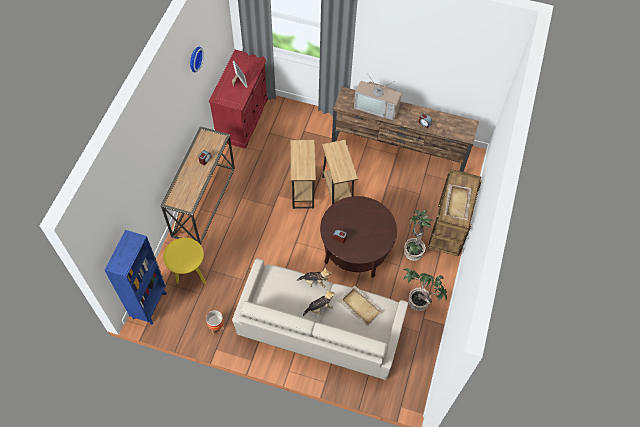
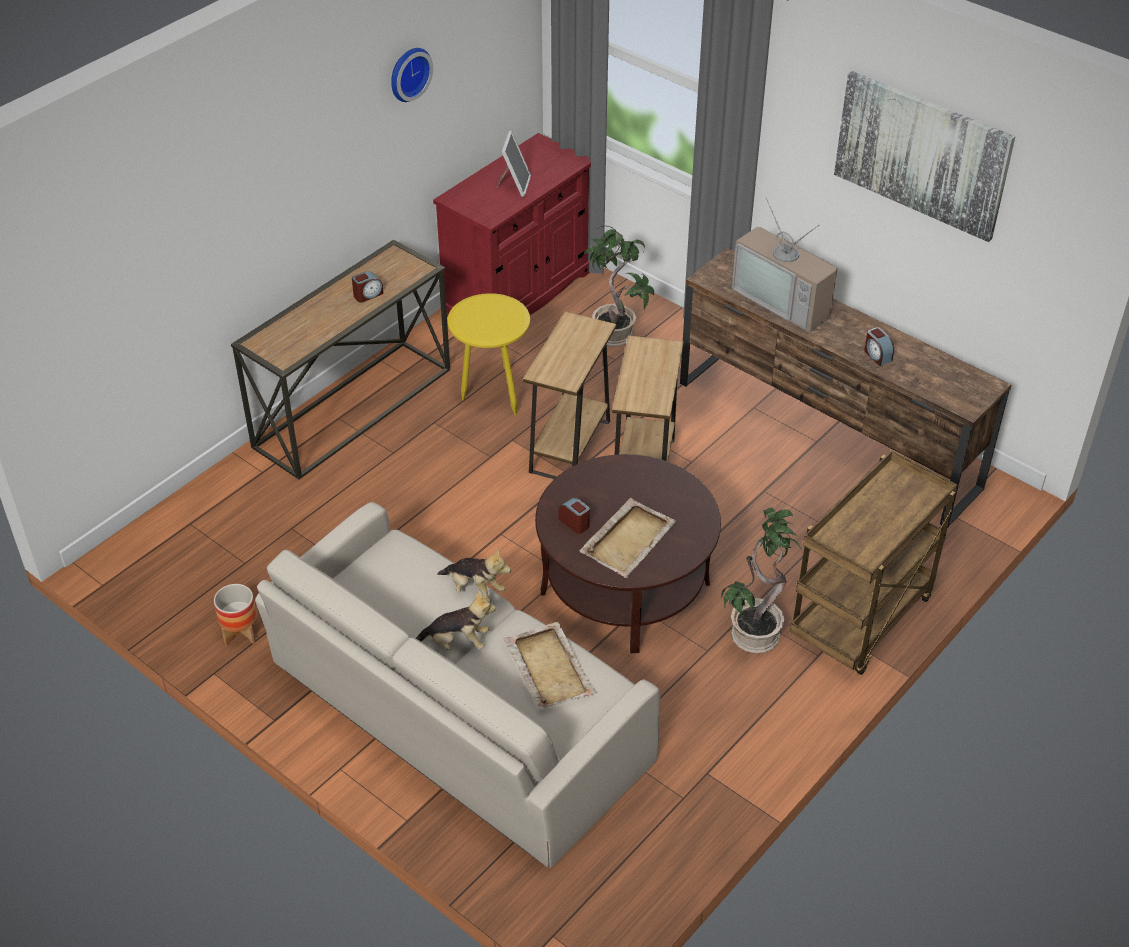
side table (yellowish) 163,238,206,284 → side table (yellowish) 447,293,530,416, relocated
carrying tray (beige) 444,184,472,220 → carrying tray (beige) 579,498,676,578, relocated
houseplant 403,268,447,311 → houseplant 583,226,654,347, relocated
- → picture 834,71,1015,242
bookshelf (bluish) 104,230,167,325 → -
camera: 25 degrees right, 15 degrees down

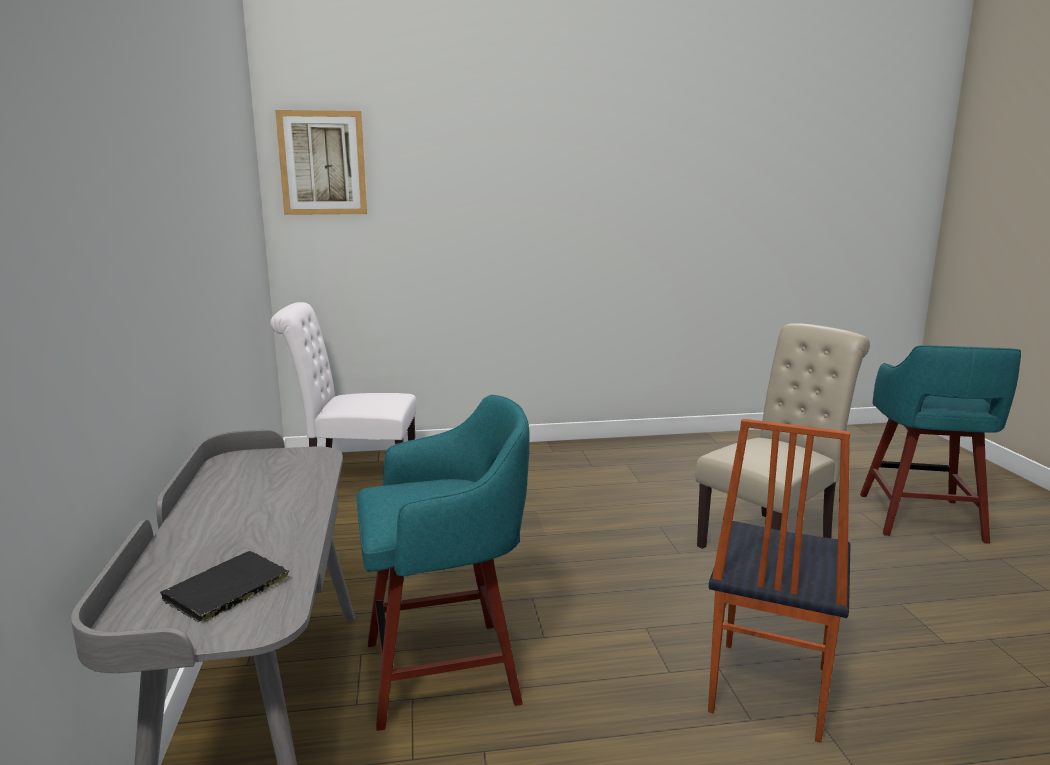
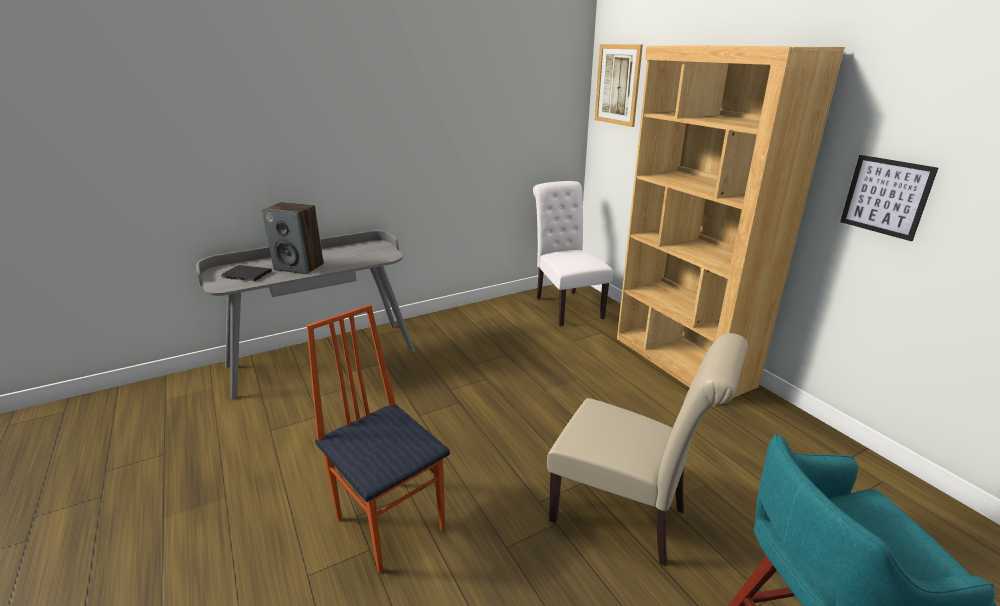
- → audio speaker 262,202,324,274
plain chair 708,419,851,743 → plain chair 307,304,450,574, 45 degrees clockwise
- → bookshelf (brownish) 617,46,845,406
- → picture 840,155,938,241
stool (blue-green) 356,395,530,731 → -
camera: 70 degrees right, 10 degrees up

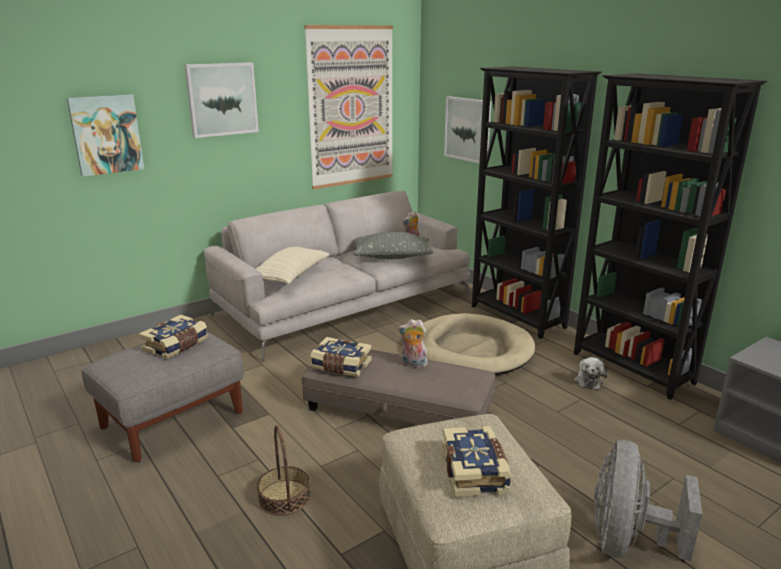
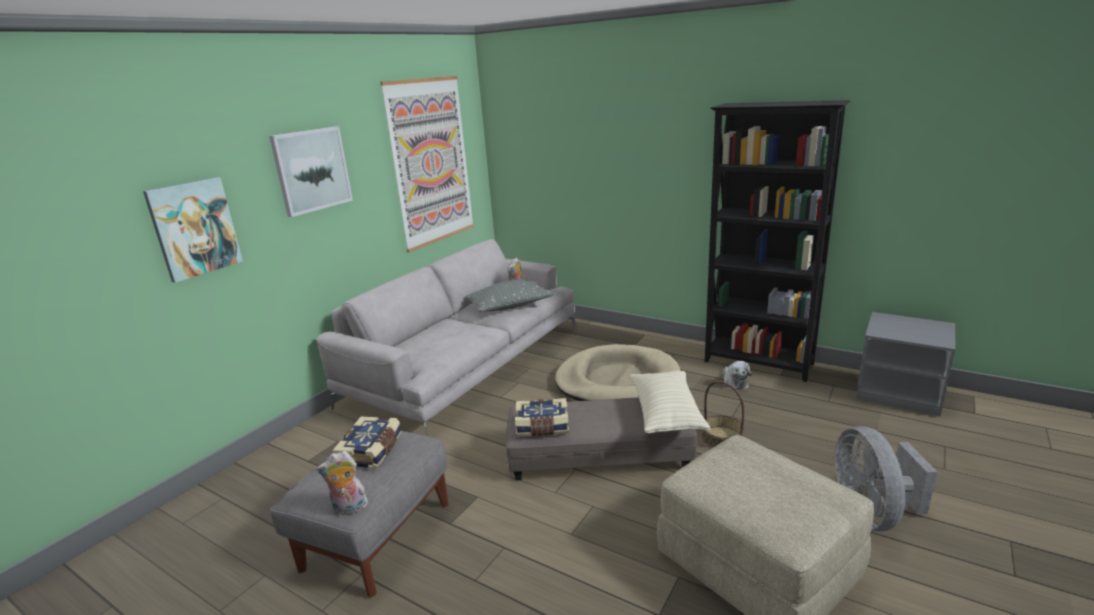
plush toy 398,319,427,368 → plush toy 316,451,368,515, relocated
throw pillow (beige) 256,247,329,284 → throw pillow (beige) 630,370,711,433, relocated
basket 257,425,310,515 → basket 701,381,745,448, relocated
book 442,426,511,497 → -
picture 444,96,491,163 → -
bookshelf (black-coloured) 472,67,601,339 → -
camera: 20 degrees left, 0 degrees up

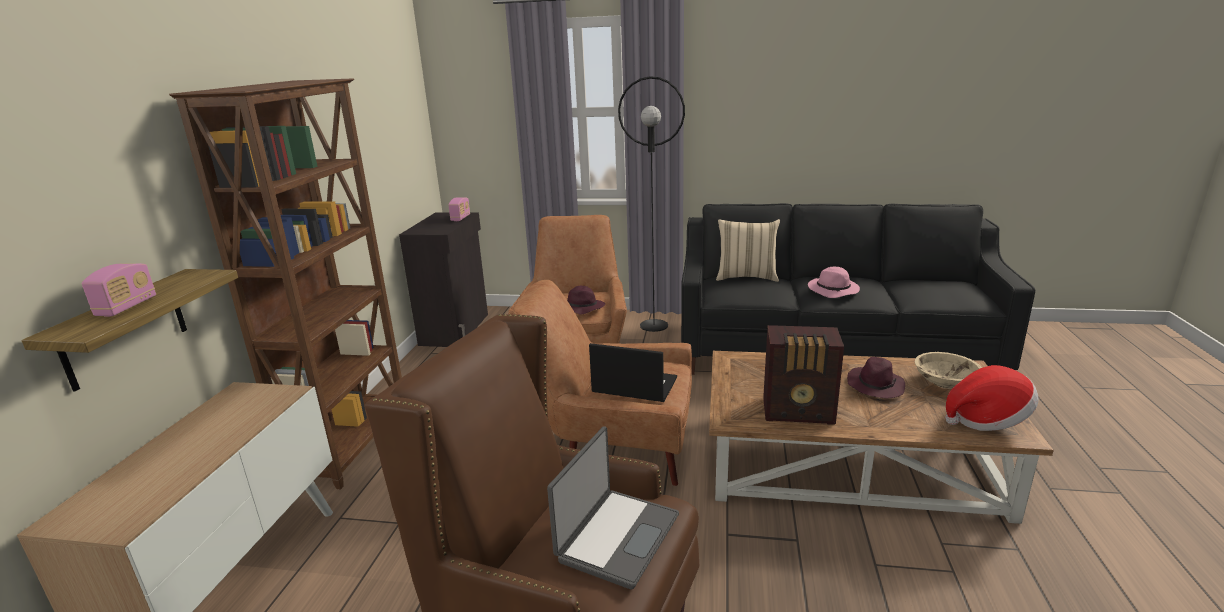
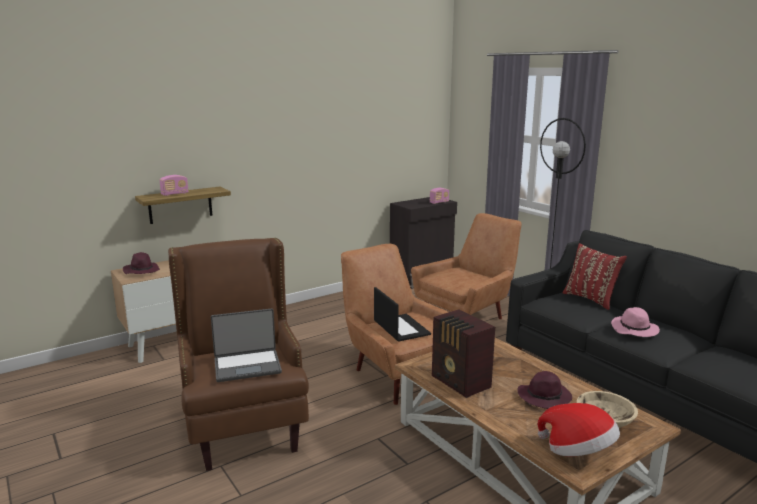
clothing hat (purple-coloured) 567,286,605,315 → clothing hat (purple-coloured) 123,252,160,274, relocated
throw pillow (beige) 716,219,780,282 → throw pillow (reddish) 562,243,627,310
bookshelf (brownish) 169,78,402,489 → -
camera: 45 degrees right, 5 degrees down

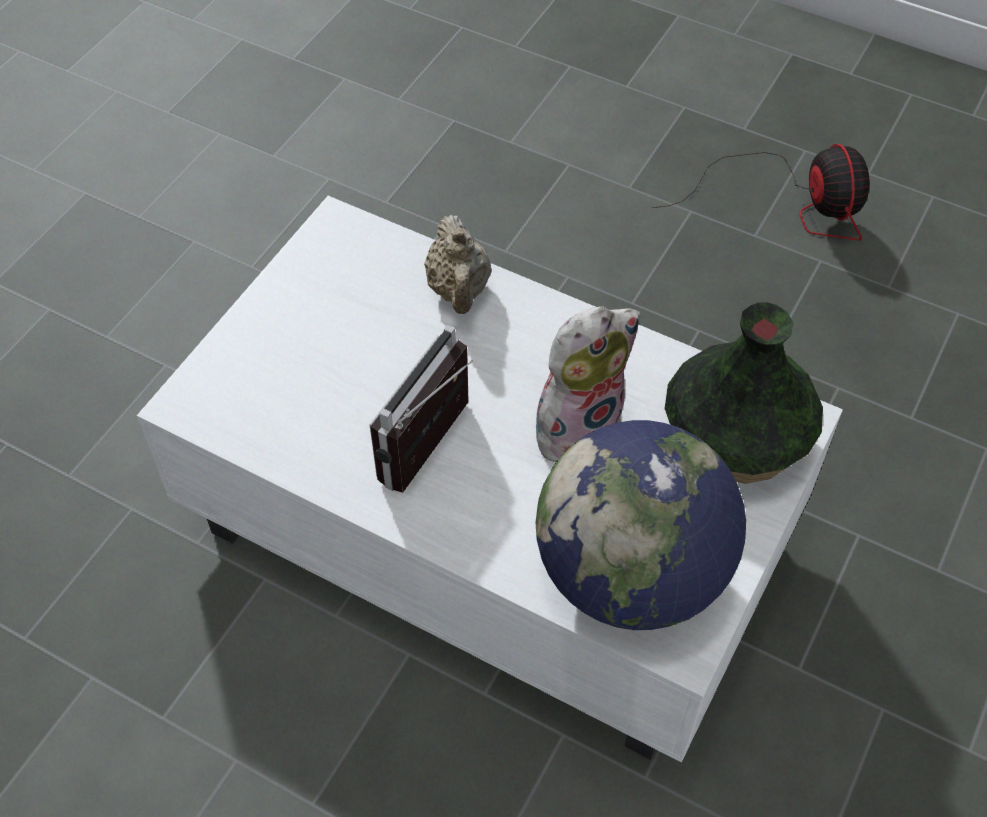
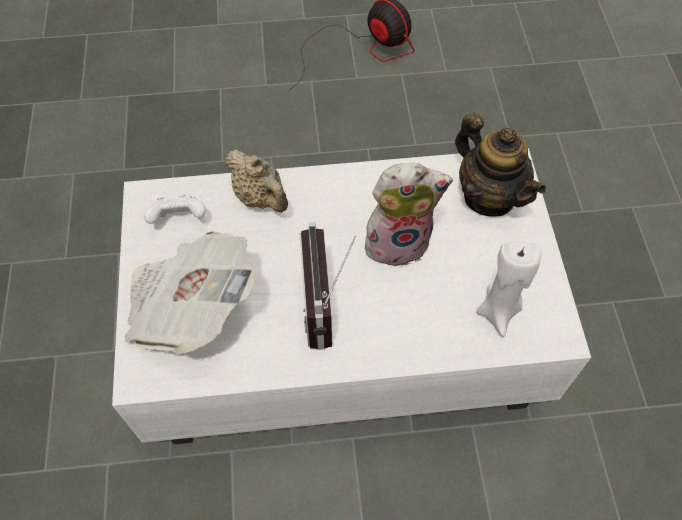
- → daily paper 125,231,254,354
- → joypad (white) 144,194,205,224
plush toy 536,306,641,463 → plush toy 365,163,453,267, 60 degrees clockwise
vase 665,303,823,484 → tea pot 455,113,546,217
globe 535,420,746,630 → candle (white) 476,241,541,337
camera: 35 degrees left, 5 degrees up

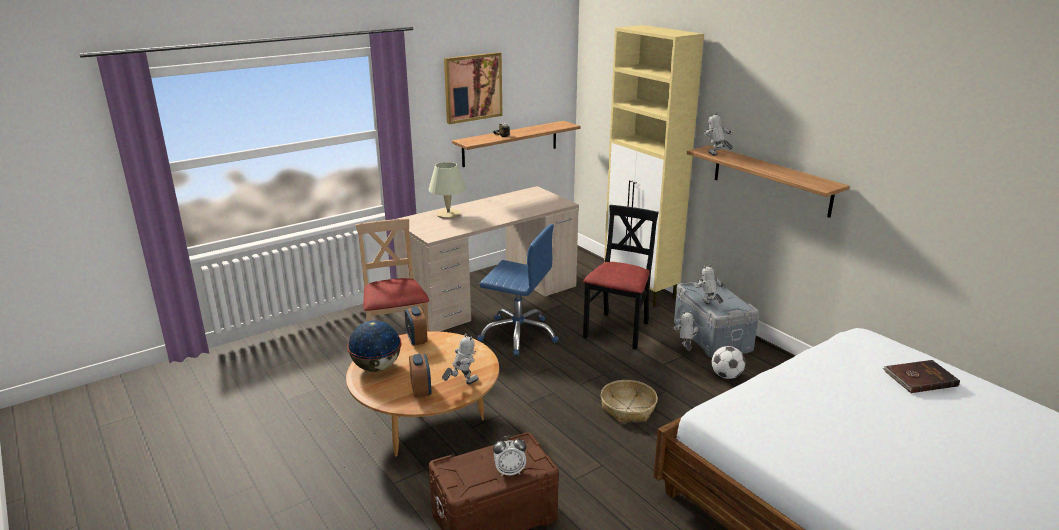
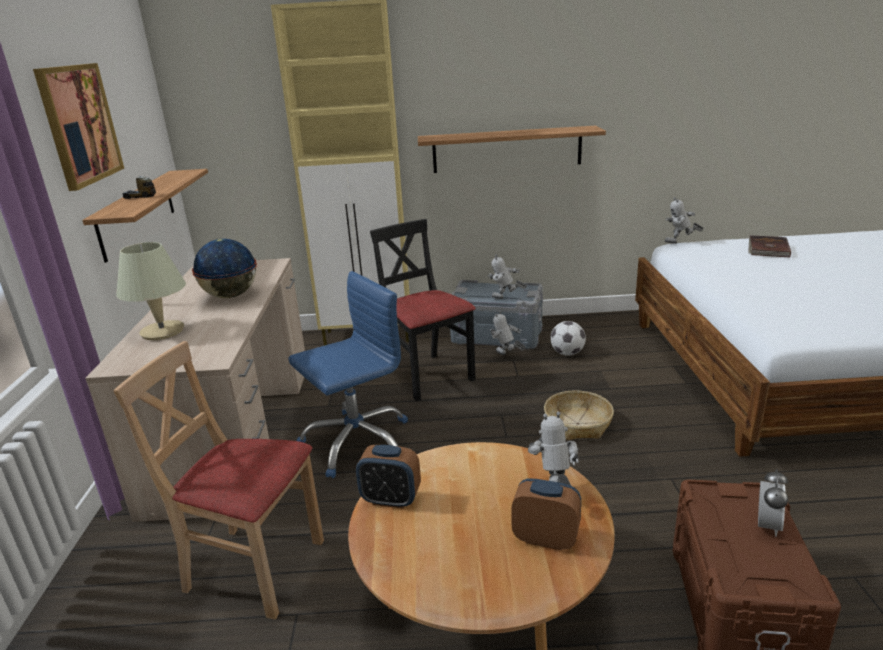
globe 347,320,402,372 → globe 192,239,257,298, relocated
model robot 704,112,733,156 → model robot 665,197,704,244, relocated
camera: 55 degrees left, 0 degrees up

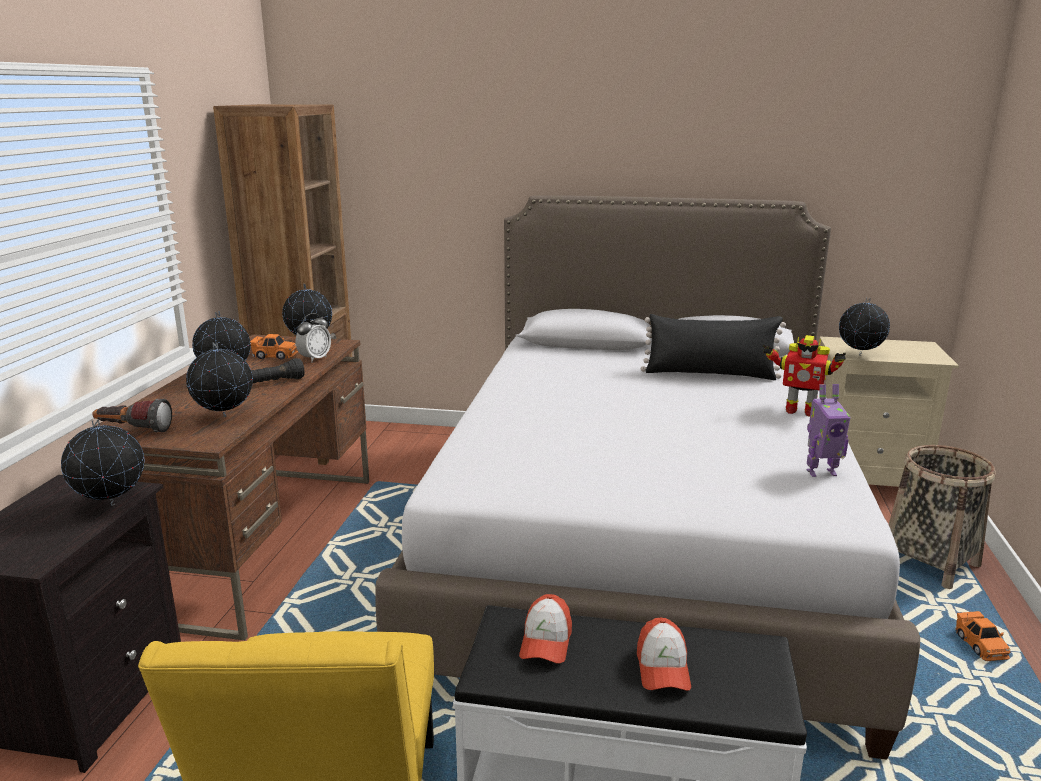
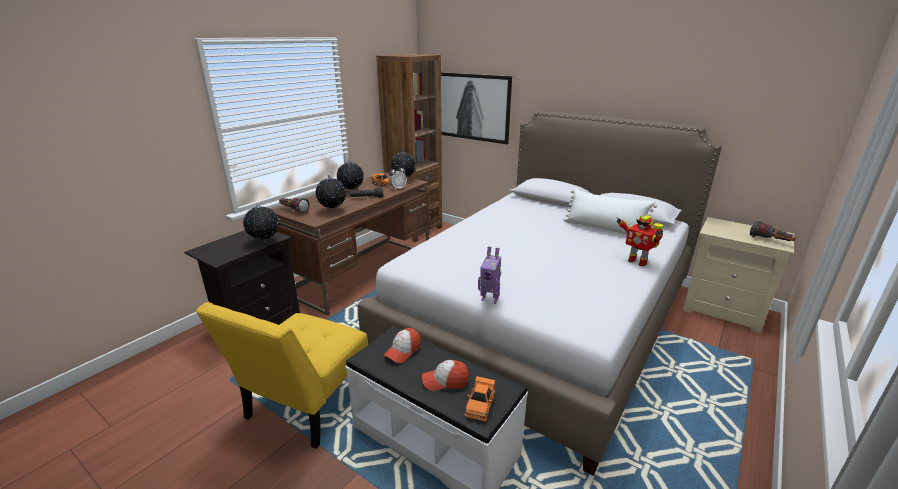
cap 637,617,691,691 → cap 422,360,469,391, 60 degrees clockwise
- → picture 441,72,512,144
toy car (orangey) 955,611,1010,661 → toy car (orangey) 464,376,495,421, relocated
model robot 806,384,851,477 → model robot 478,246,501,304, relocated
throw pillow (black-coloured) 641,314,786,380 → throw pillow (white) 564,188,657,235
- → flashlight 750,220,796,241
globe 839,298,890,356 → -
basket 889,445,996,589 → -
camera: 25 degrees right, 5 degrees up

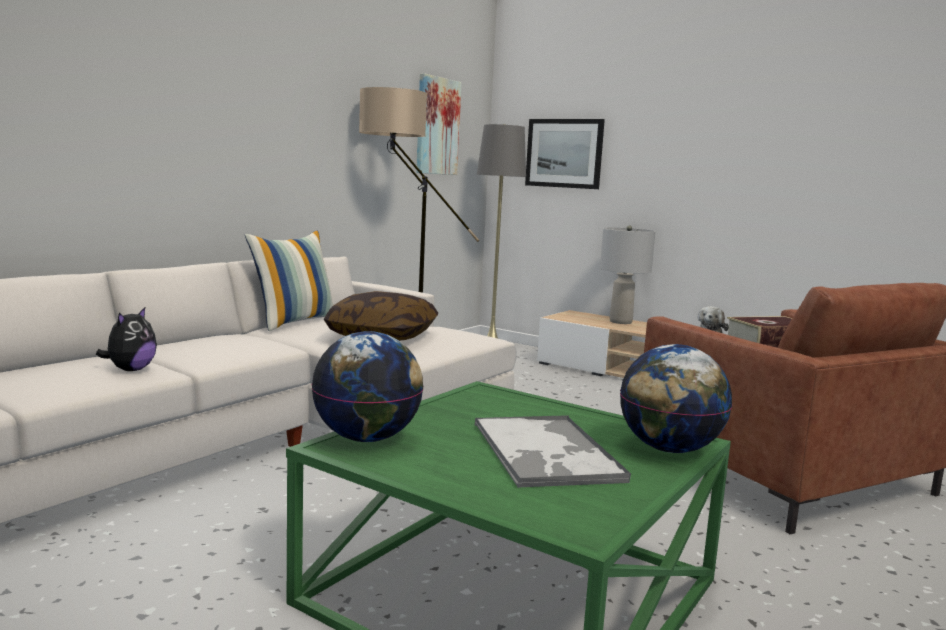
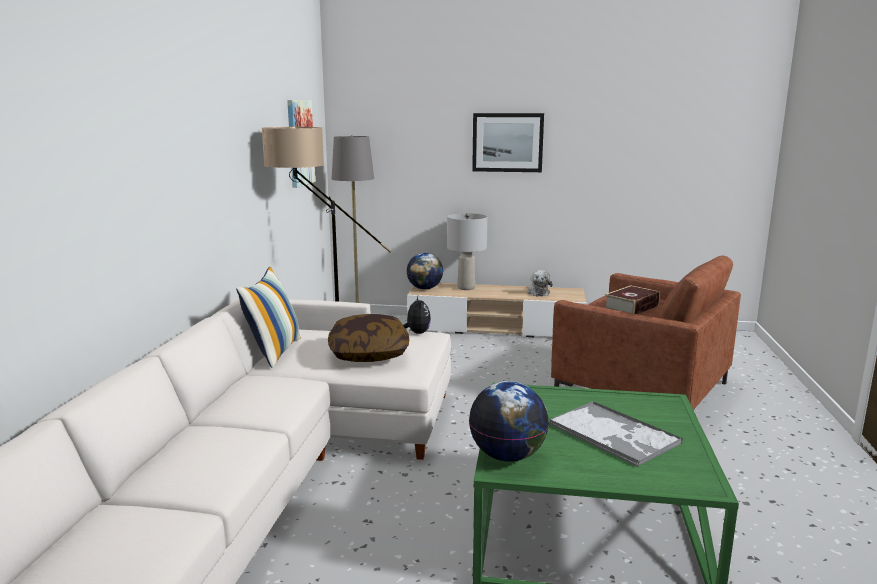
plush toy 96,307,157,371 → plush toy 402,296,431,334, relocated
globe 620,344,732,453 → globe 406,253,443,289, relocated
picture 525,119,605,189 → picture 472,113,544,172, relocated
camera: 25 degrees left, 5 degrees up

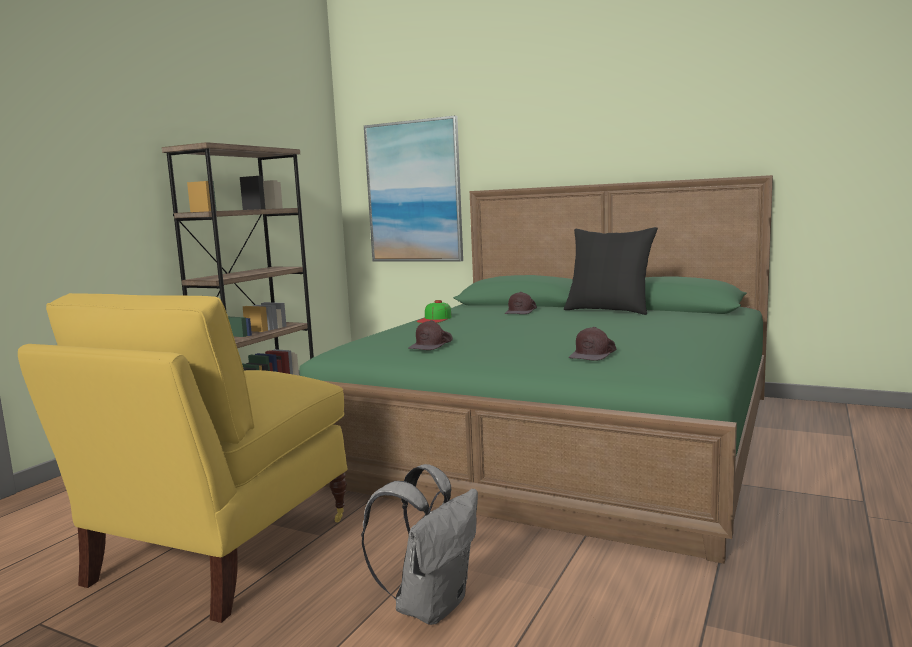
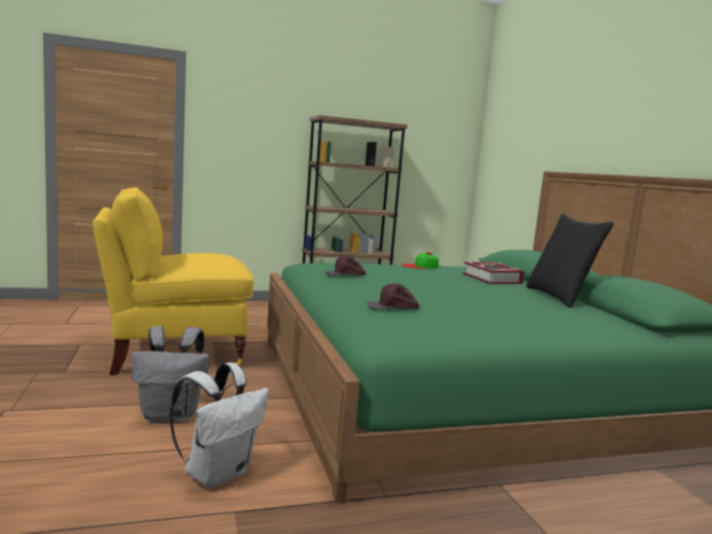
- → backpack (white) 170,362,269,488
cap (brownish) 505,292,537,314 → book 463,262,524,284
picture 364,116,463,262 → -
camera: 45 degrees right, 0 degrees up

